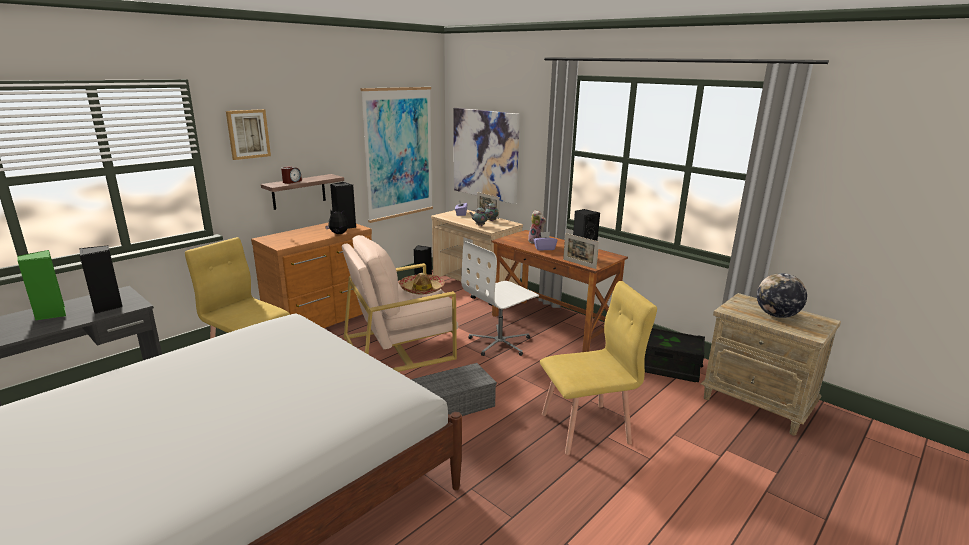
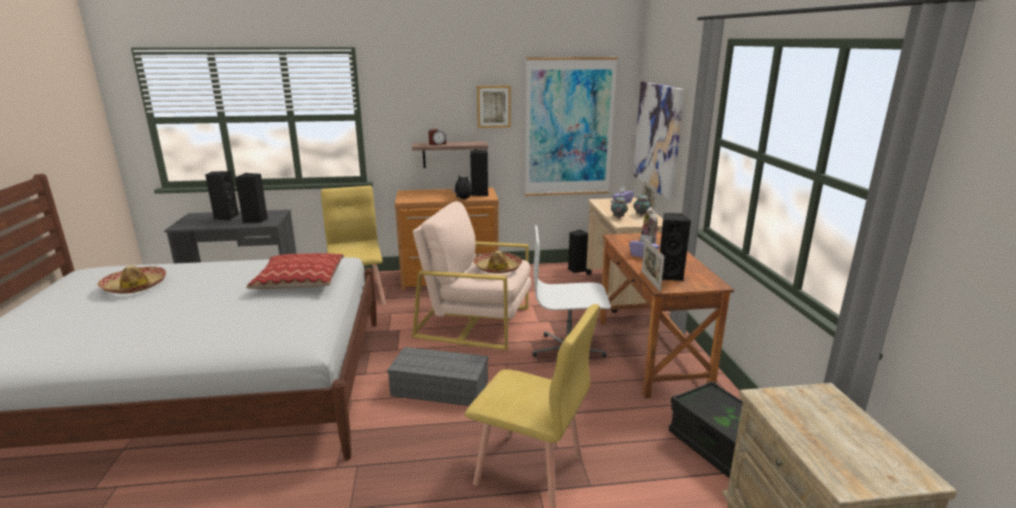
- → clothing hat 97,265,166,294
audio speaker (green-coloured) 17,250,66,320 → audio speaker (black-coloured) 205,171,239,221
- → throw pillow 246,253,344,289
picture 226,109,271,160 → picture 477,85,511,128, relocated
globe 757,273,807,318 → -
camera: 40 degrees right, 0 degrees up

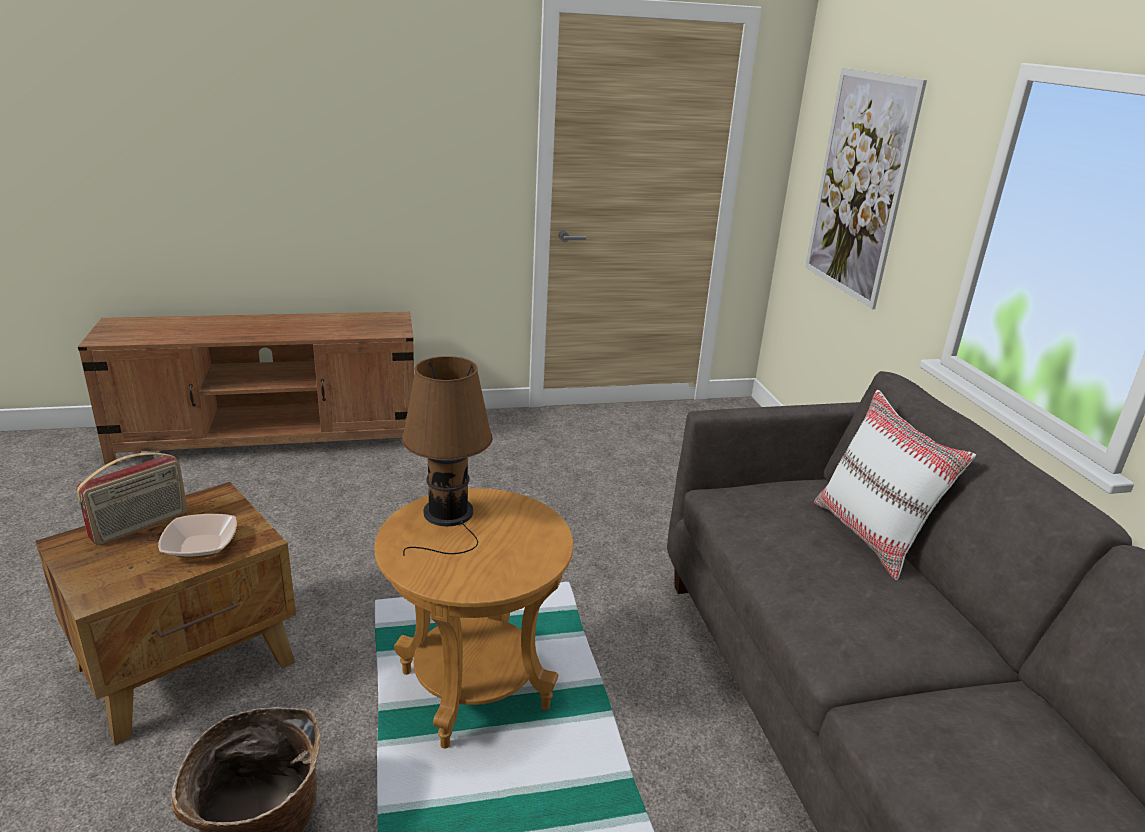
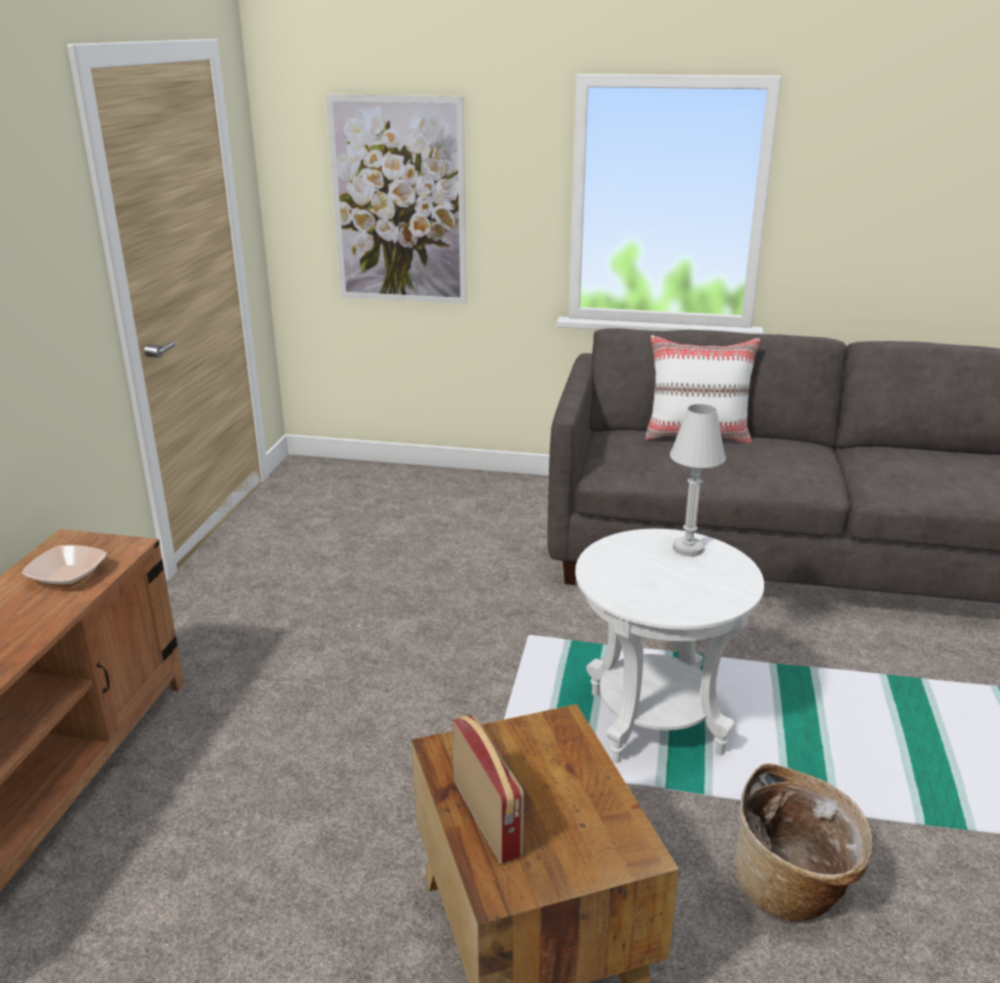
serving bowl 158,514,237,558 → serving bowl 22,545,107,587, relocated
side table (brownish) 374,488,573,749 → side table (white) 575,529,764,763
- → lamp for a table (white) 670,404,726,557
lamp for a table (brownish) 402,356,493,556 → -
camera: 65 degrees left, 0 degrees up

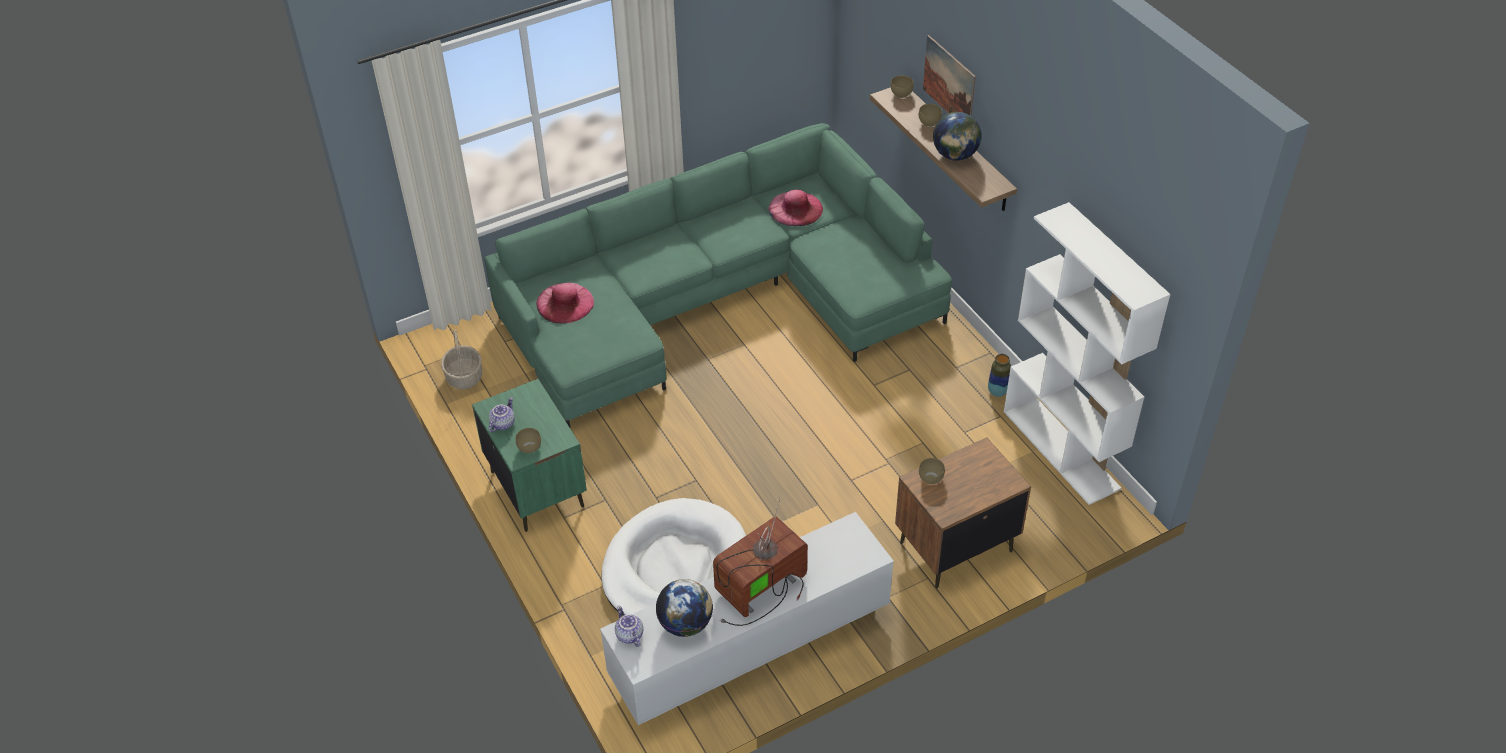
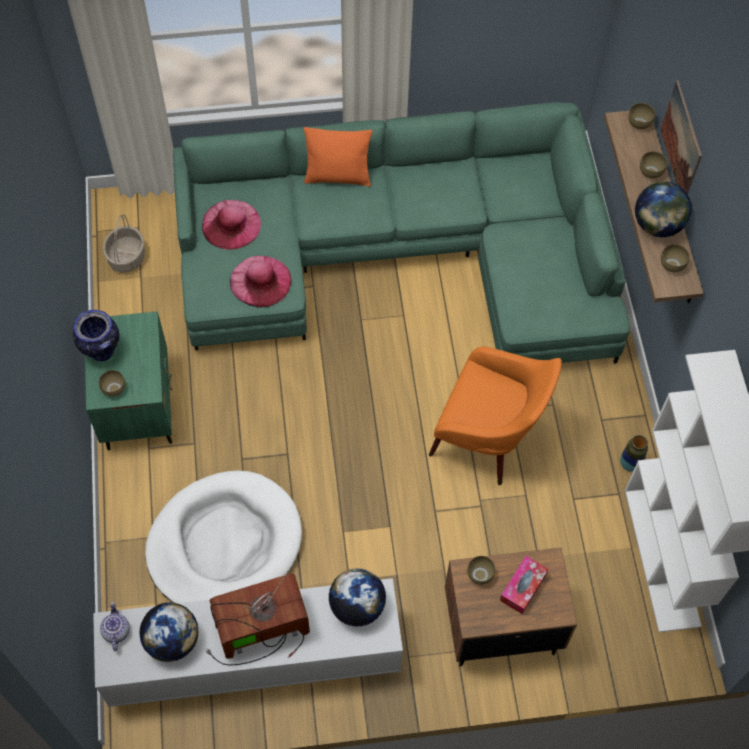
tea pot 489,397,515,433 → vase 73,310,119,361
clothing hat (pinkish) 769,190,823,226 → clothing hat (pinkish) 230,256,291,308, relocated
- → throw pillow (orangey) 304,127,372,186
- → globe 328,568,386,626
- → lounge chair (orangey) 429,347,562,485
- → tissue box 500,556,548,614
- → serving bowl (brownish) 661,244,690,272
camera: 20 degrees right, 15 degrees up

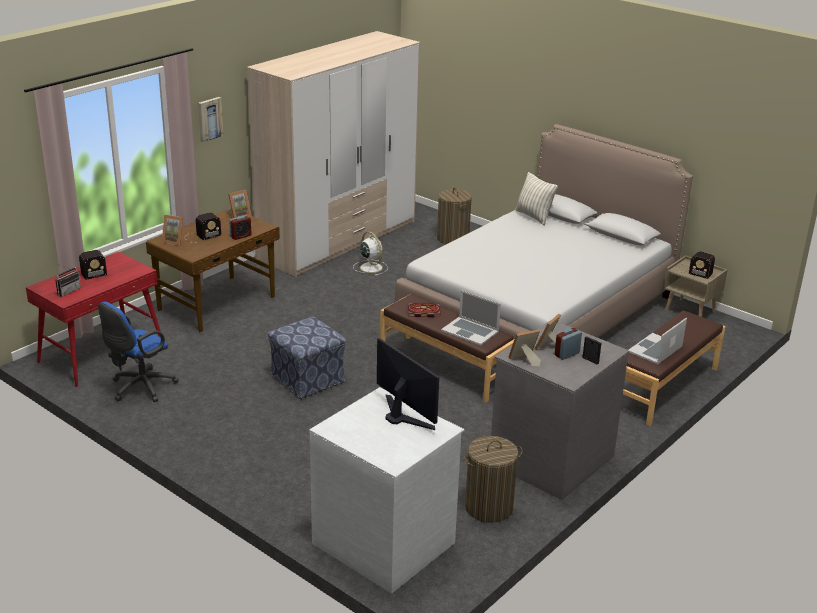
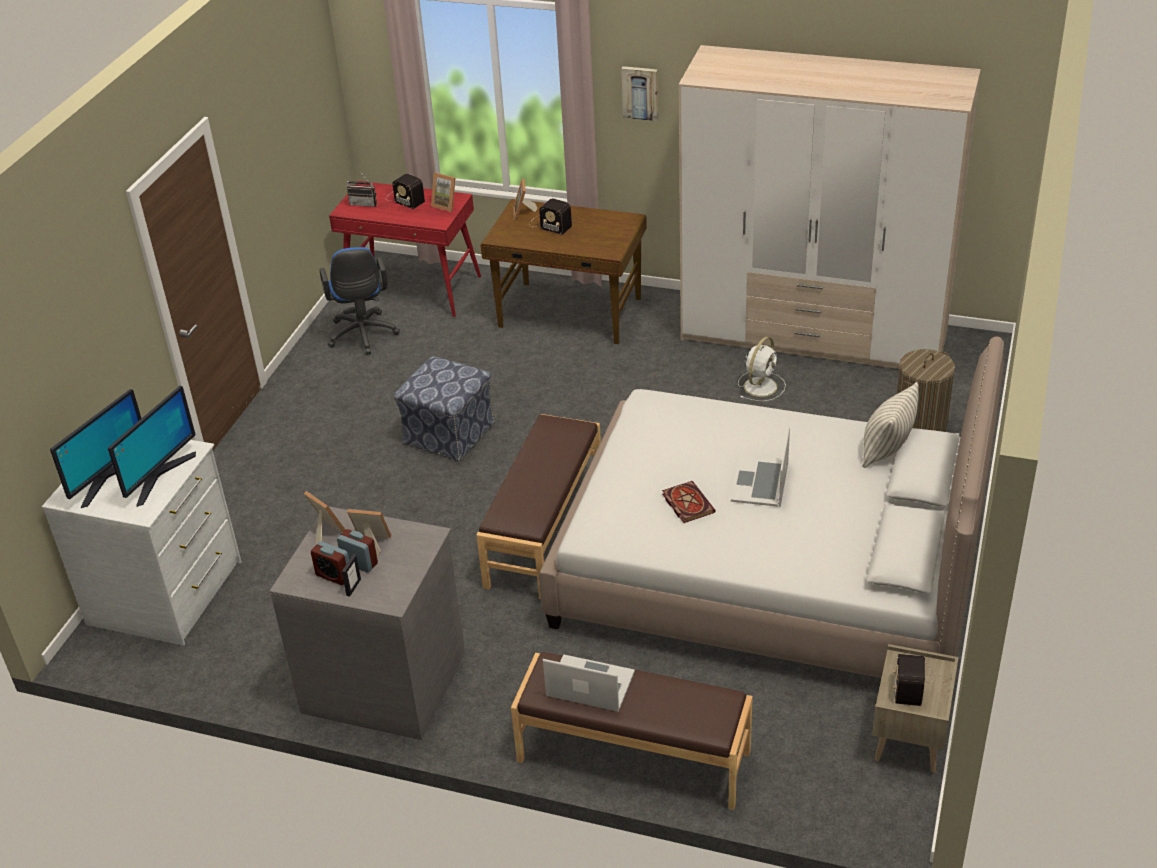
- → computer screen 50,389,142,508
alarm clock 229,215,251,240 → alarm clock 311,541,349,585, relocated
computer chair (bluish) 98,302,179,402 → computer chair (bluish) 320,247,400,355, 120 degrees counterclockwise
standing frame 227,190,251,218 → standing frame 431,173,455,212, relocated
book 408,303,441,317 → book 662,481,716,523, relocated
notebook computer 441,290,501,346 → notebook computer 731,427,790,507, relocated
hamper 464,436,523,523 → -
camera: 70 degrees right, 10 degrees up

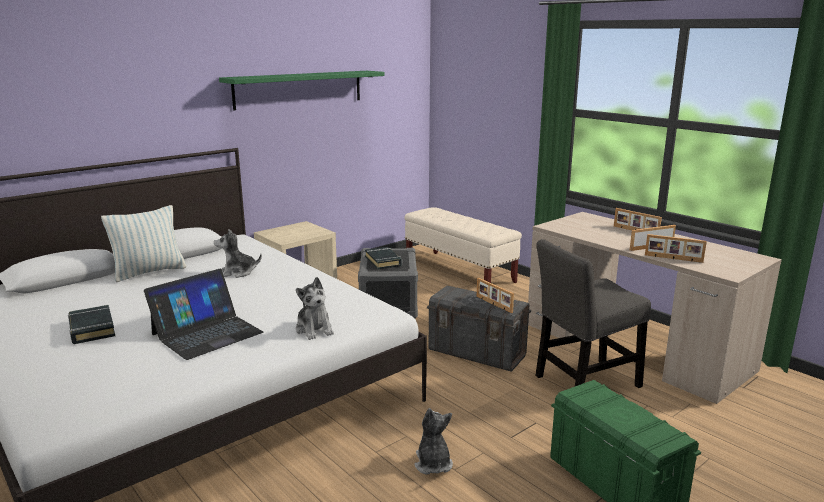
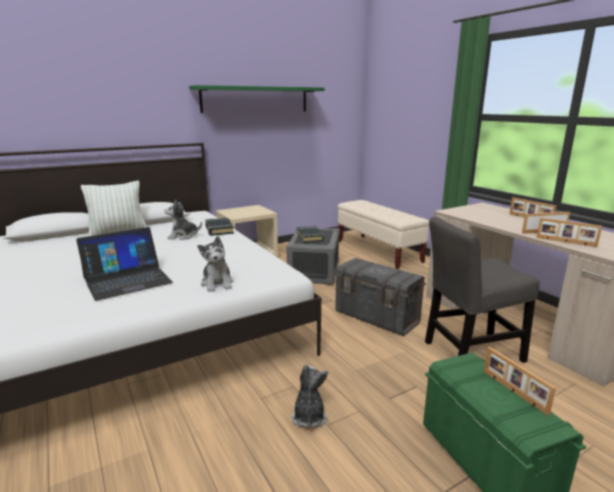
book (black-coloured) 68,305,115,344 → book (black-coloured) 205,218,234,236, relocated
standing frame 477,278,514,313 → standing frame 484,347,556,416, relocated
camera: 10 degrees right, 0 degrees up

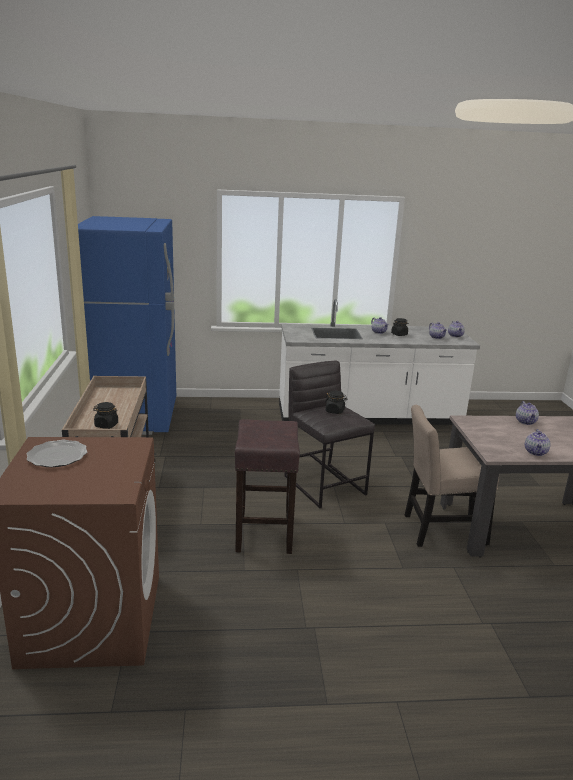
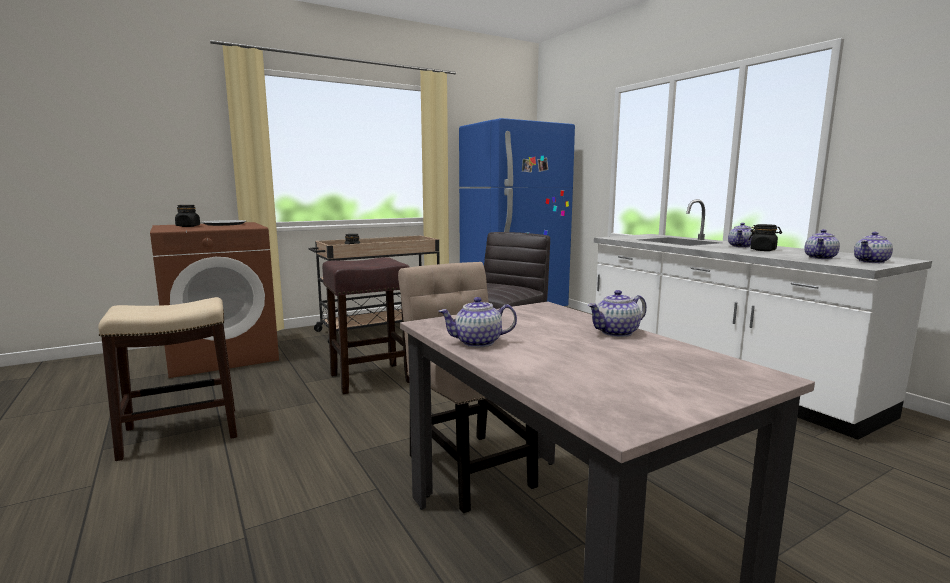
- → stool 98,297,237,461
storage jar (black-coloured) 325,391,347,414 → storage jar (black-coloured) 175,205,200,227, relocated
camera: 65 degrees right, 10 degrees down

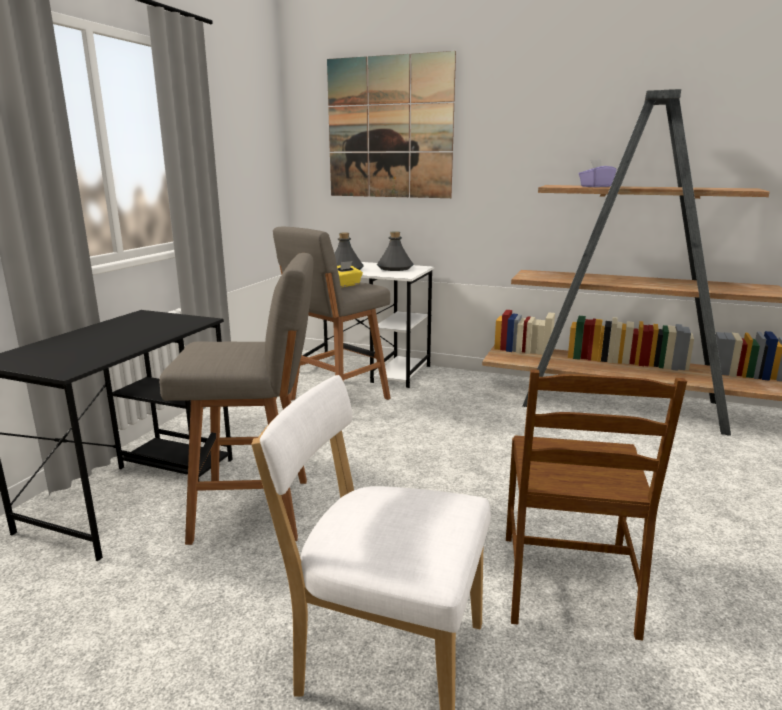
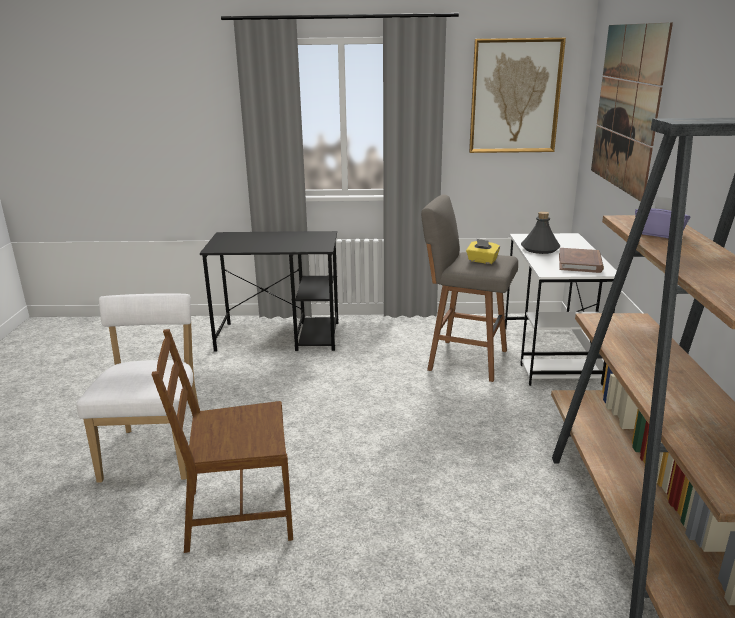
- → picture 469,38,566,153
drink bottle (grey) 377,231,413,271 → book (brownish) 559,248,604,273
stool (grey) 159,253,314,545 → -
camera: 70 degrees right, 5 degrees up

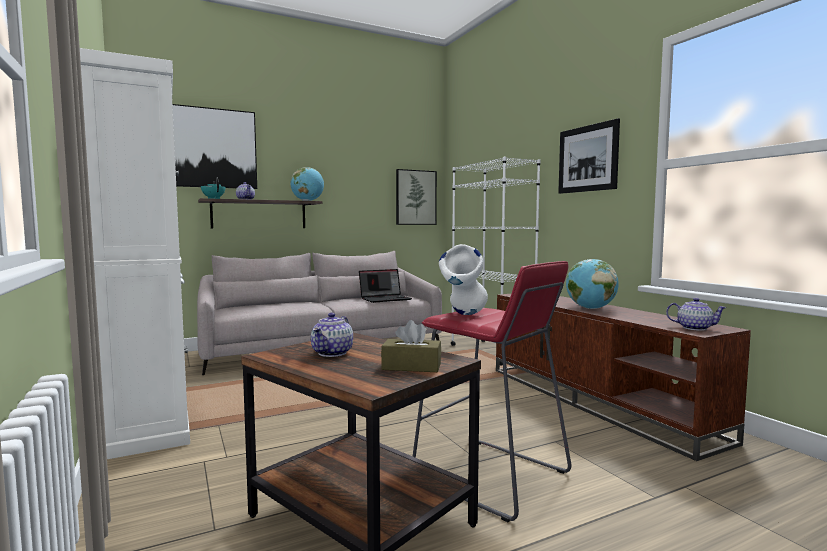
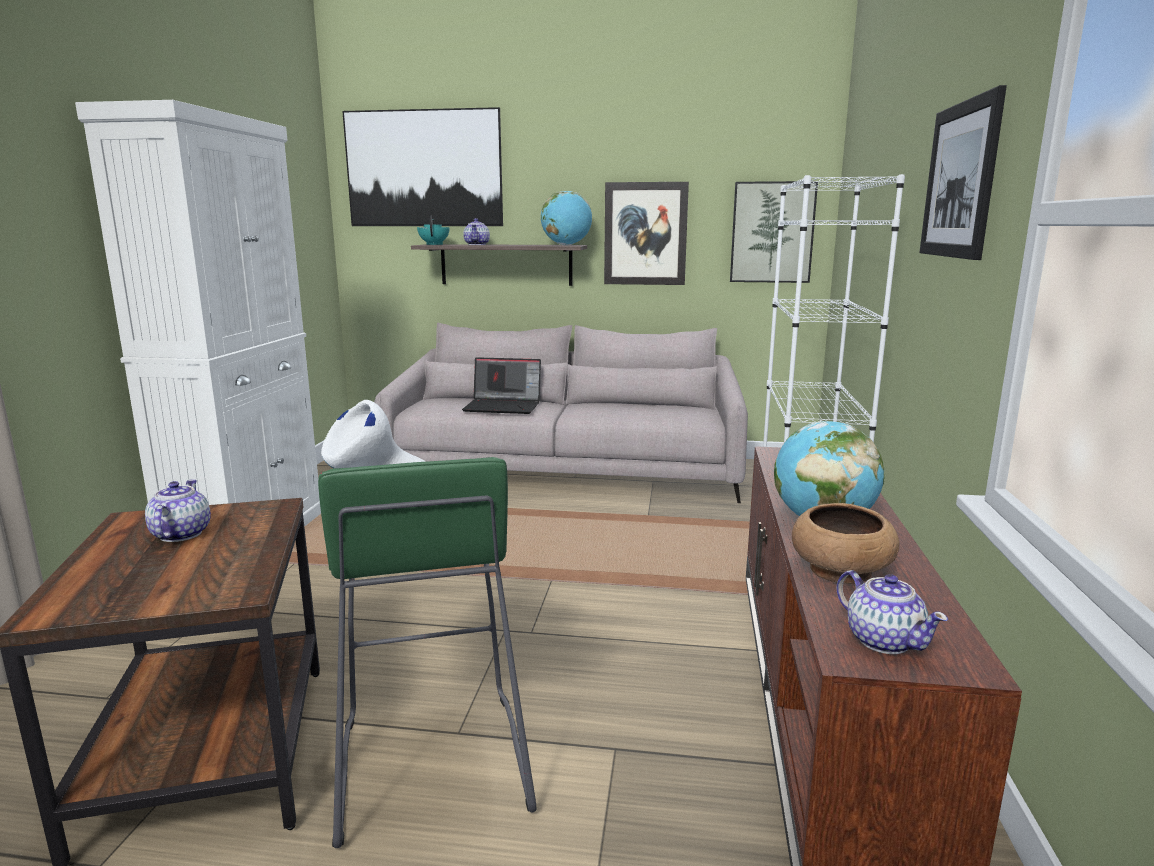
tea pot 311,313,353,357 → tea pot 145,479,211,542, 120 degrees clockwise
stool (reddish) 413,261,571,522 → stool (green-coloured) 318,457,536,848
notebook computer 359,269,412,303 → notebook computer 462,357,541,414, relocated
- → picture 604,182,689,285
- → serving bowl (brownish) 792,503,900,584
tissue box (brownish) 381,320,441,372 → -
camera: 35 degrees right, 10 degrees up

